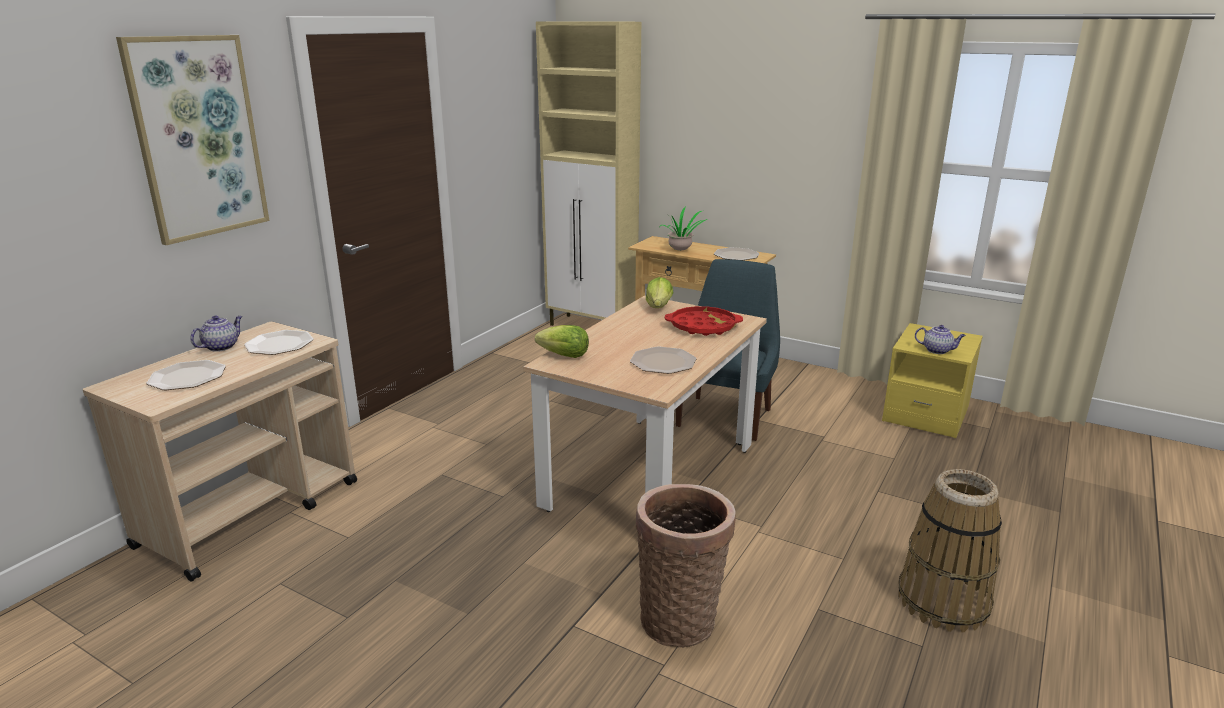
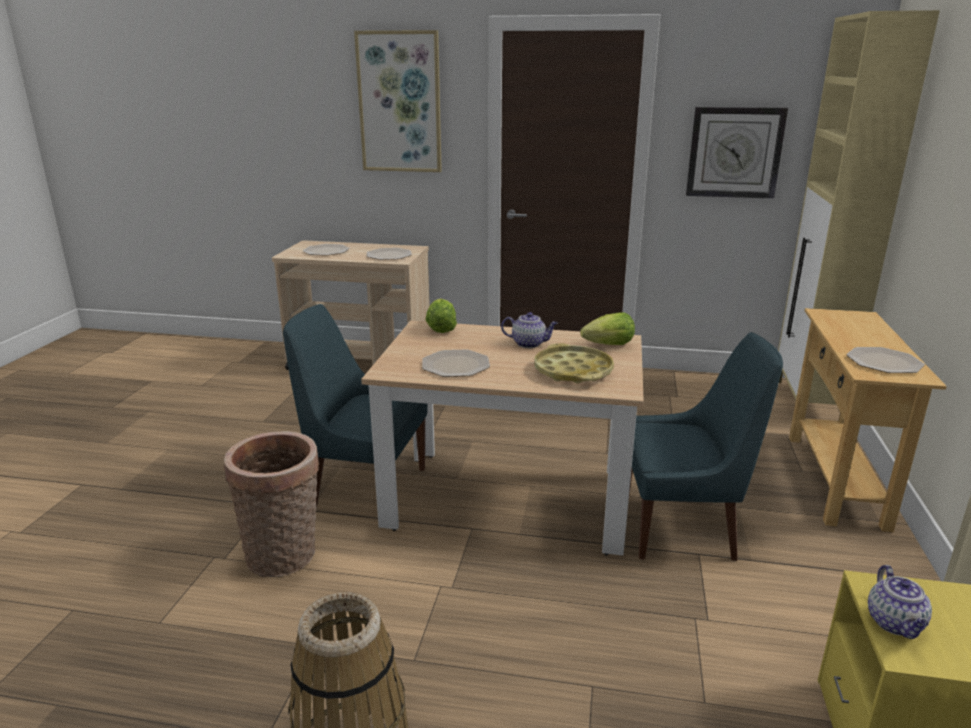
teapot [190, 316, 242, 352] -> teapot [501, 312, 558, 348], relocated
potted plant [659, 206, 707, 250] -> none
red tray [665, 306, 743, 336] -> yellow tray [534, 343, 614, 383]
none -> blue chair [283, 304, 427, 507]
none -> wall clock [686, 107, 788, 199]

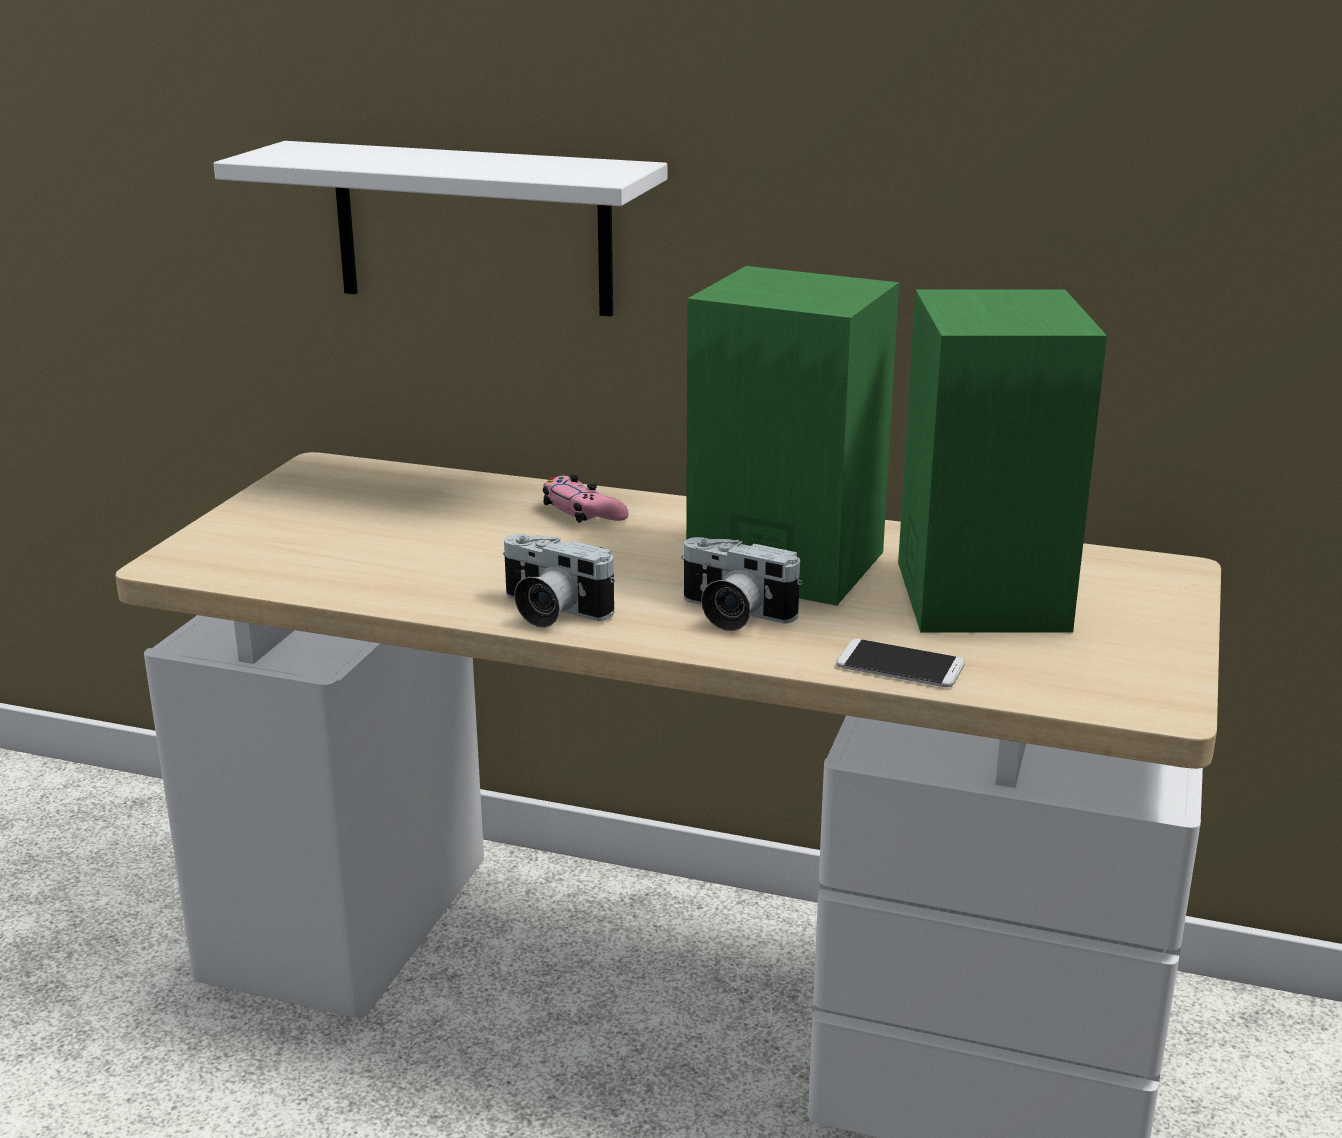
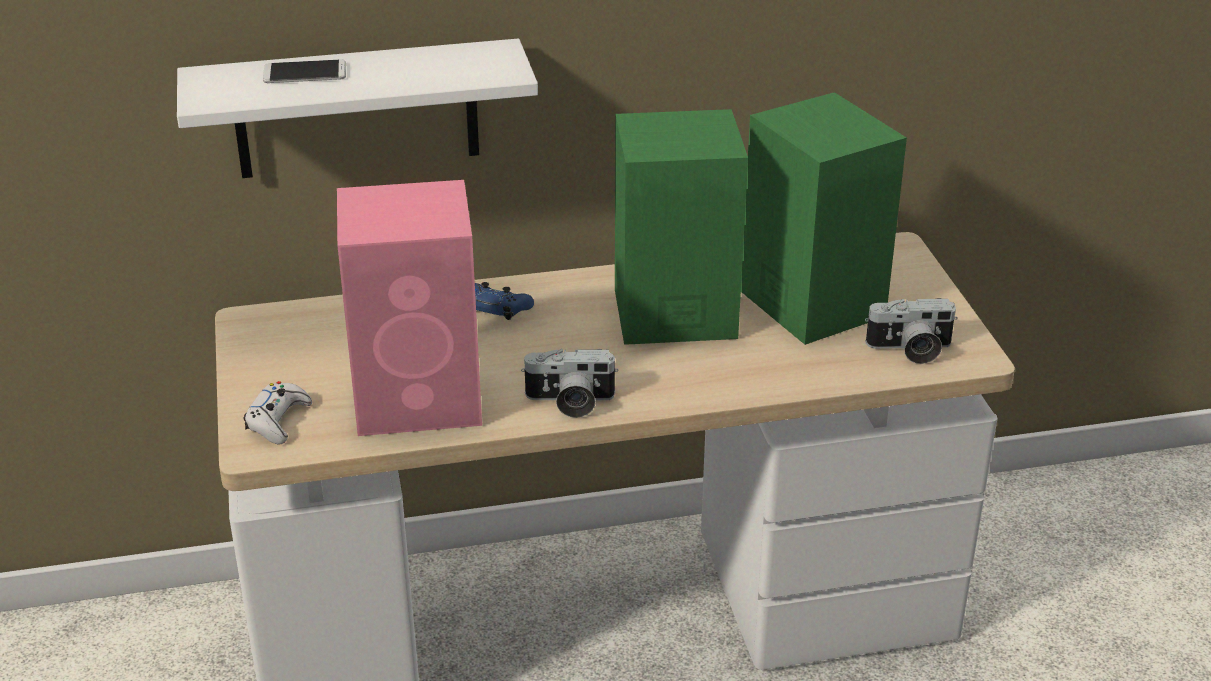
pink game controller [543, 475, 629, 523] -> blue game controller [475, 282, 534, 320]
photo camera [681, 537, 803, 631] -> photo camera [865, 298, 957, 364], relocated
phone [836, 639, 965, 687] -> phone [263, 59, 346, 83], relocated
none -> white game controller [244, 381, 312, 444]
none -> pink speaker [337, 180, 482, 436]

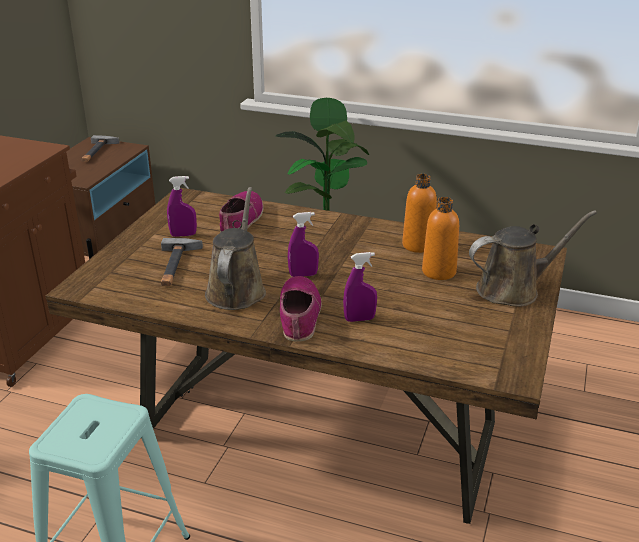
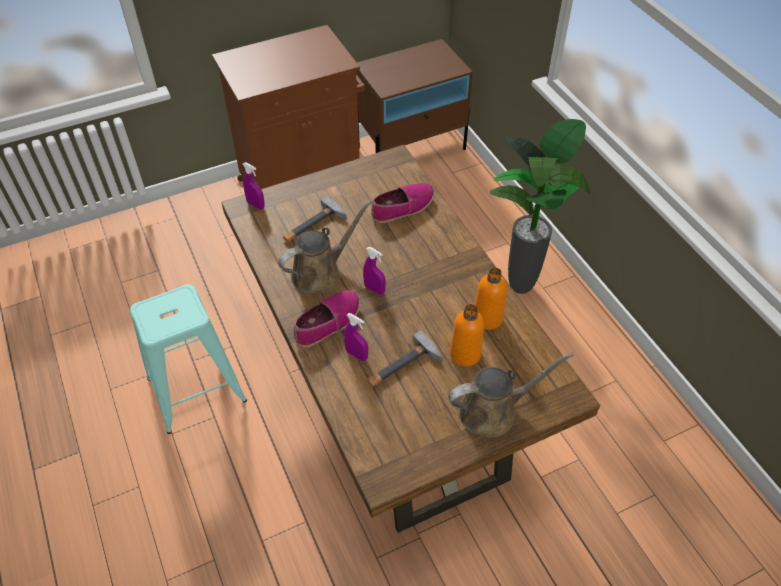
hammer [81, 135, 120, 162] -> hammer [367, 330, 442, 387], relocated
purple spray bottle [167, 176, 197, 237] -> purple spray bottle [243, 162, 265, 210], relocated
brown watering can [469, 210, 597, 307] -> brown watering can [448, 352, 574, 437], 45 degrees counterclockwise

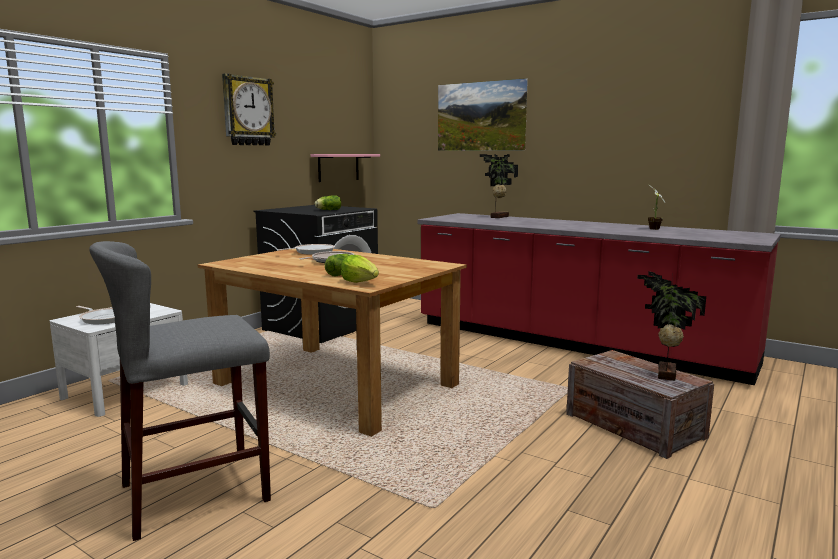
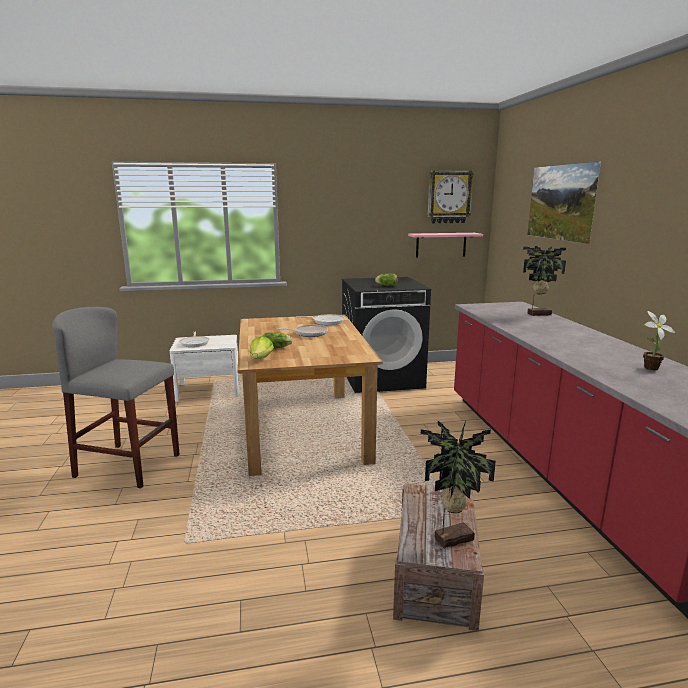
wall clock [222, 73, 276, 146] -> wall clock [428, 170, 474, 223], relocated

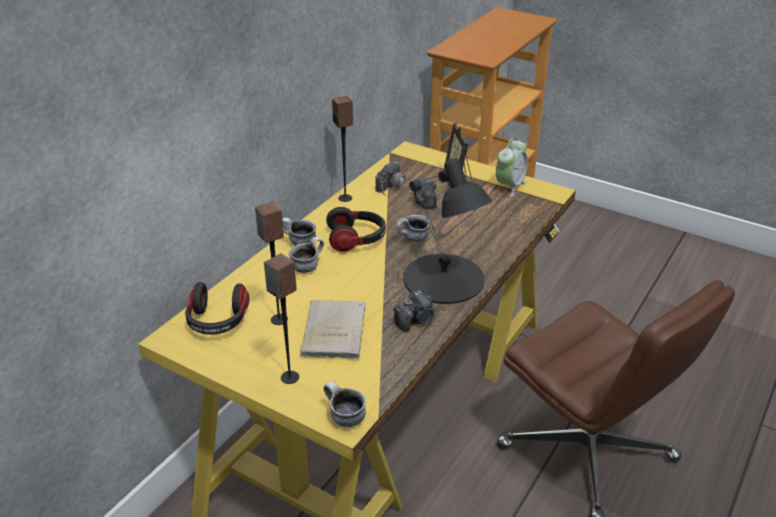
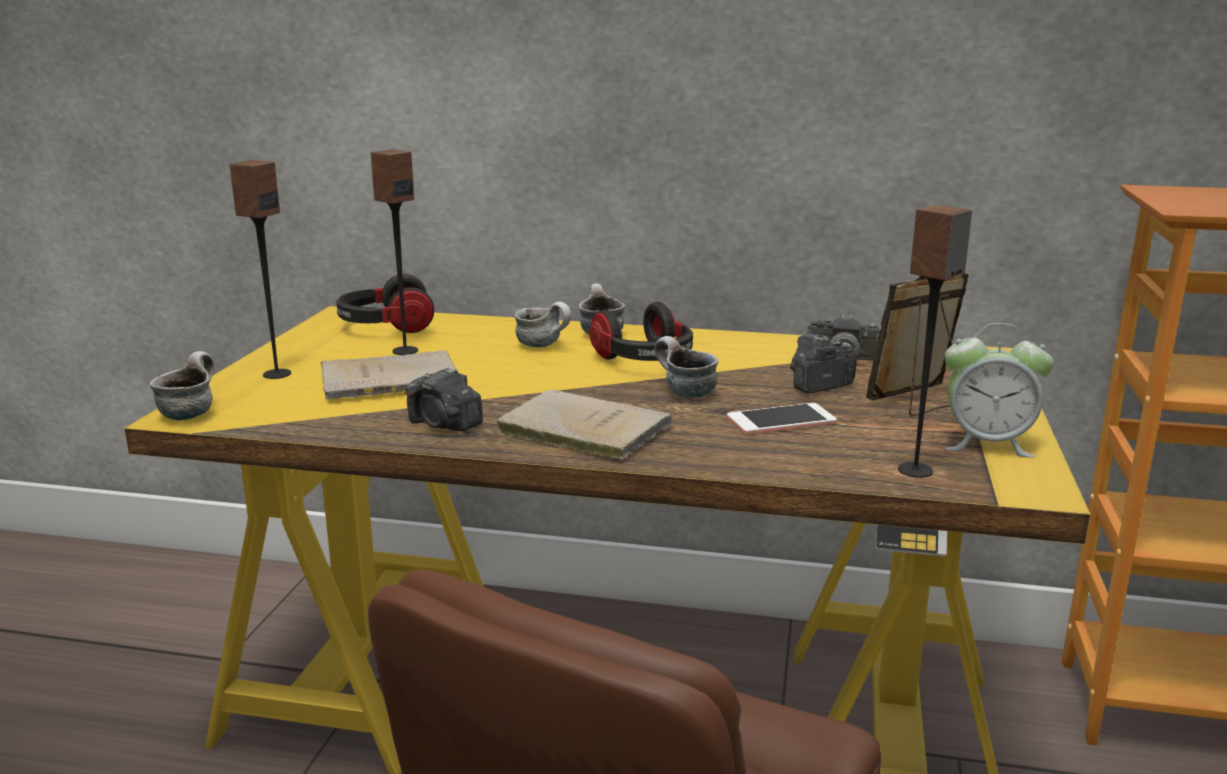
speaker [332, 96, 353, 202] -> speaker [898, 205, 972, 478], relocated
black table lamp [403, 158, 492, 304] -> beige book [495, 389, 672, 460]
none -> phone [727, 403, 837, 435]

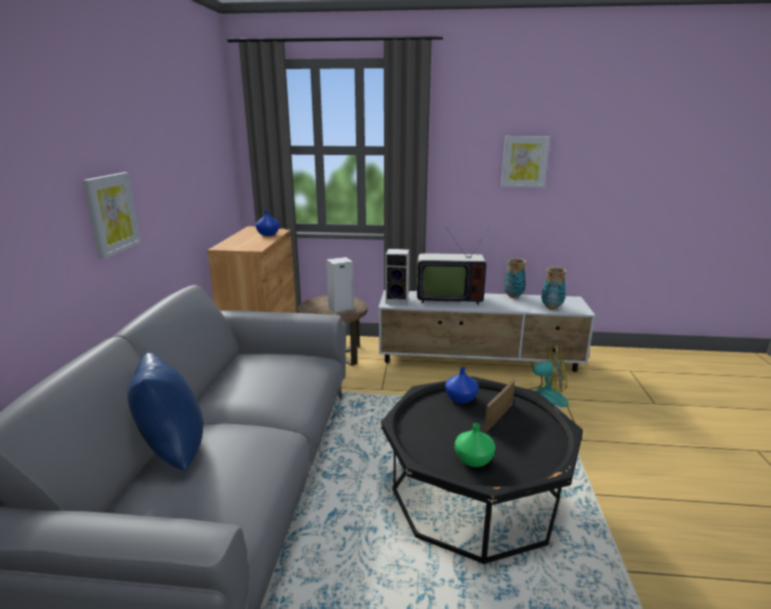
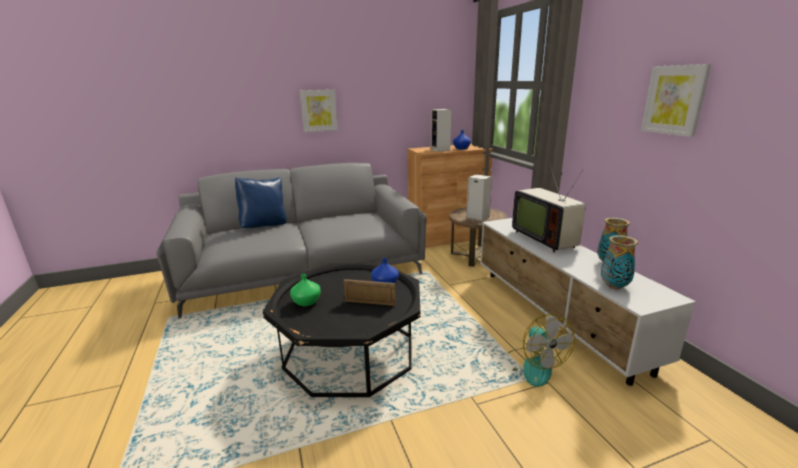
speaker [386, 249, 409, 305] -> speaker [431, 109, 451, 152], relocated

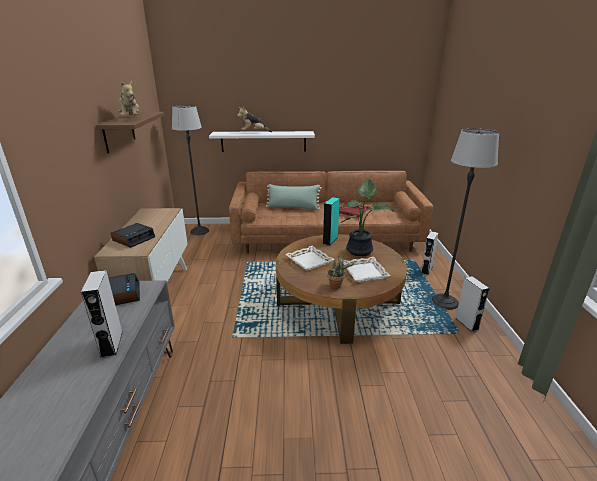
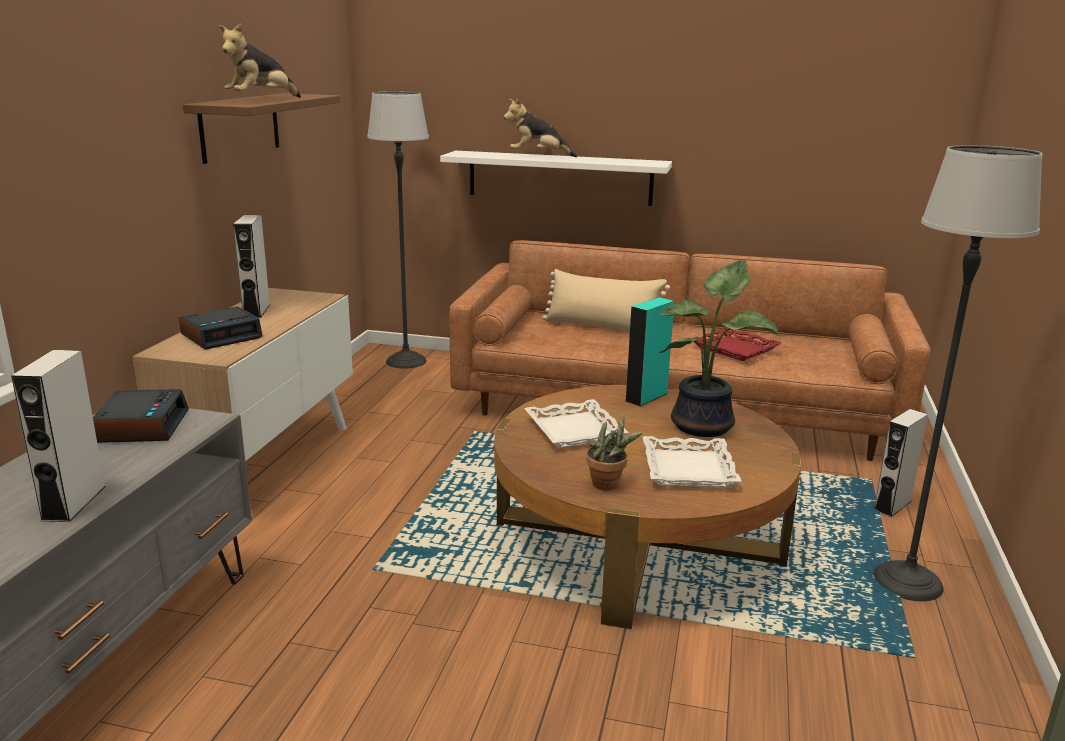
plush toy [118, 81, 139, 115] -> plush toy [218, 23, 301, 98], 45 degrees clockwise
green pillow [266, 184, 322, 210] -> beige pillow [542, 269, 670, 331]
grey speaker [456, 276, 489, 332] -> grey speaker [233, 215, 270, 318], relocated

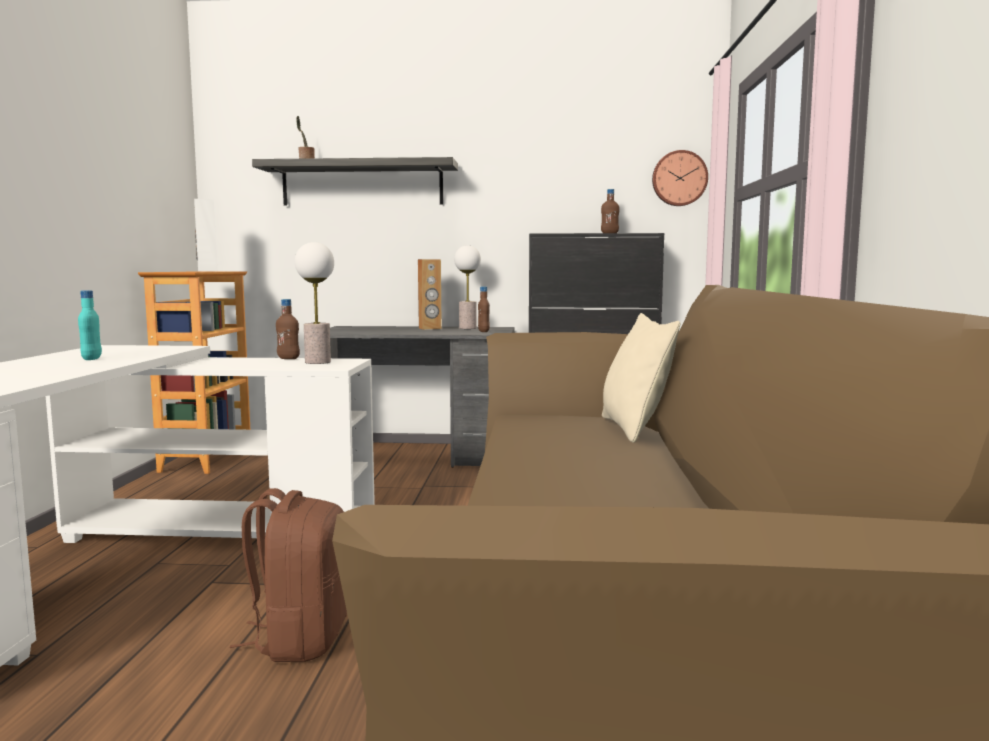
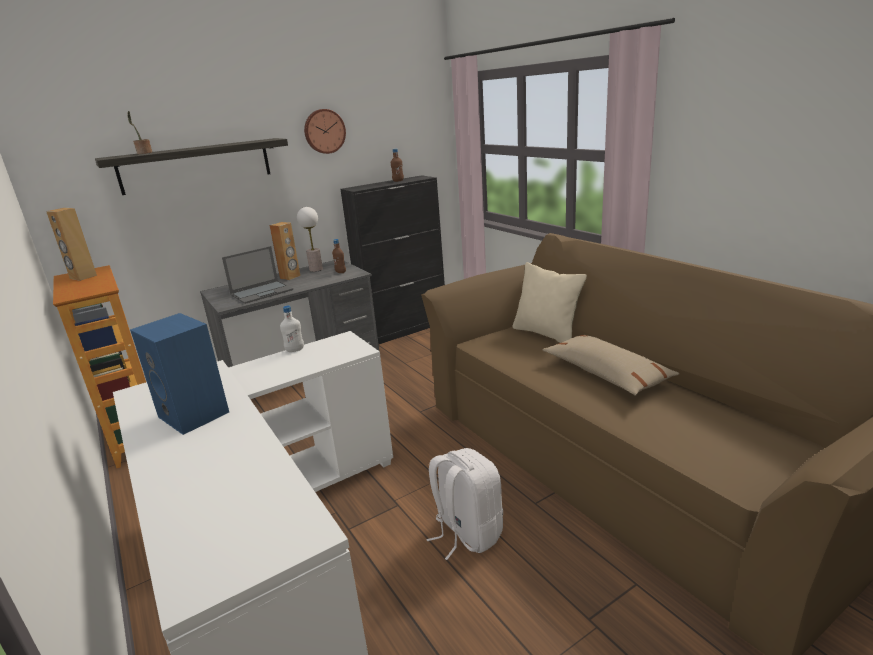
turquoise bottle [78, 290, 102, 360] -> blue speaker [130, 313, 229, 435]
white speaker [194, 199, 217, 272] -> brown speaker [46, 208, 97, 281]
brown backpack [230, 488, 347, 662] -> white backpack [426, 448, 503, 560]
brown bottle [276, 299, 300, 359] -> white bottle [280, 305, 304, 352]
table lamp [295, 242, 334, 364] -> none
wall clock [652, 150, 708, 206] -> wall clock [304, 109, 346, 154], relocated
none -> laptop [222, 246, 293, 304]
none -> beige pillow [542, 335, 679, 395]

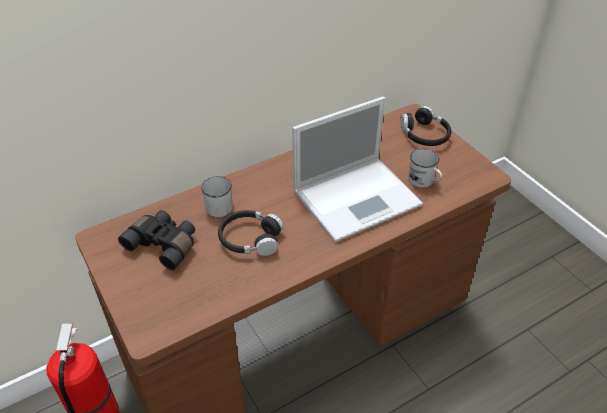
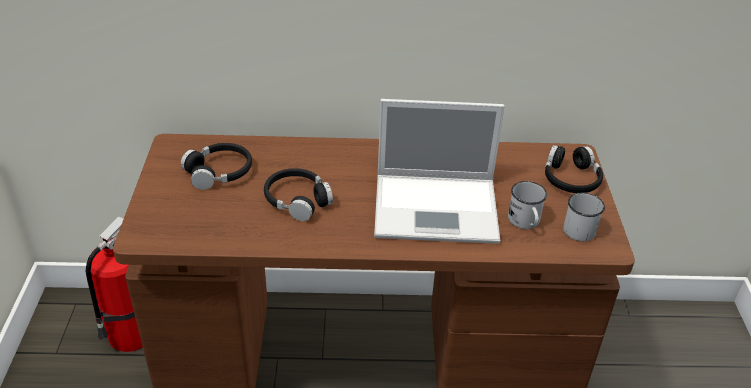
black binoculars [118, 210, 195, 270] -> black headphones [181, 143, 252, 190]
white mug [201, 176, 233, 217] -> white mug [563, 193, 605, 241], relocated

